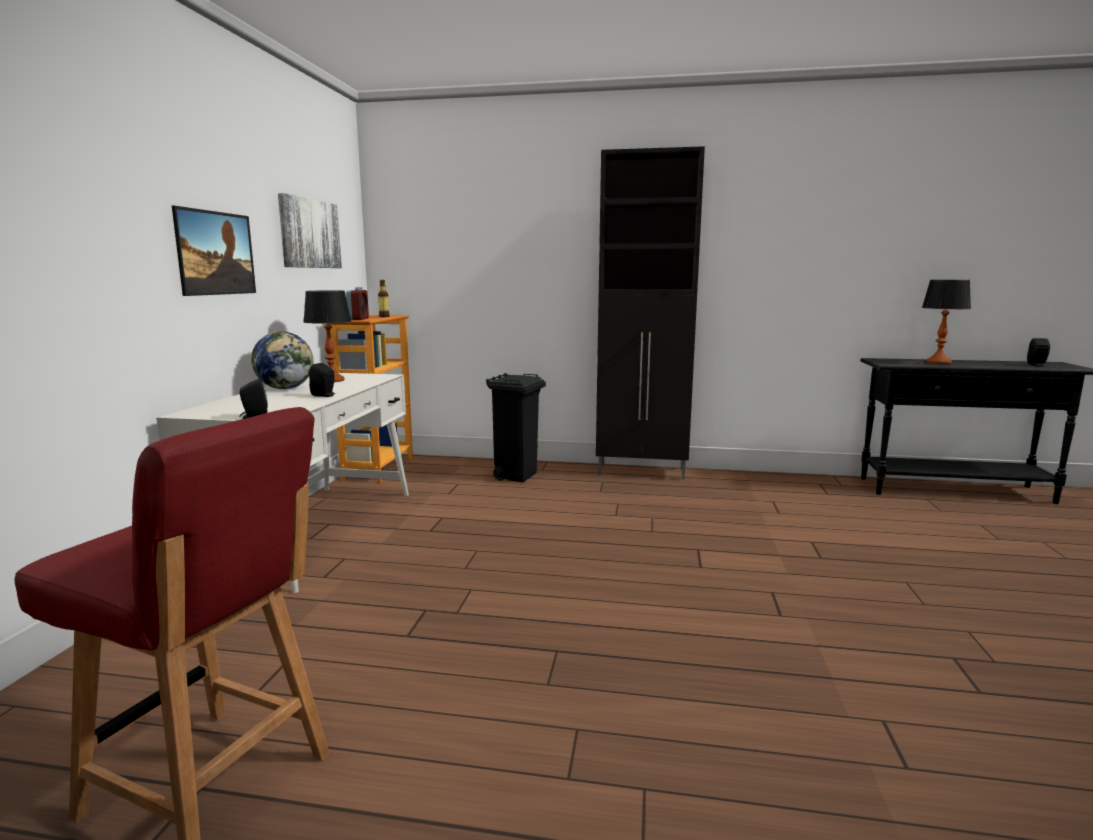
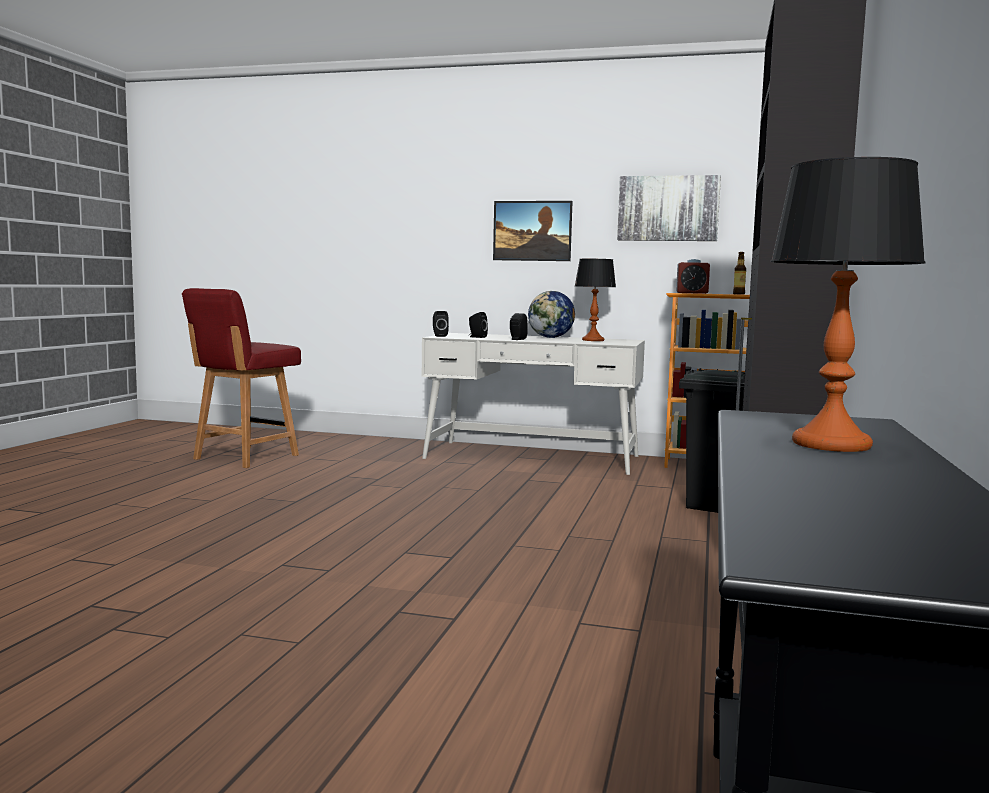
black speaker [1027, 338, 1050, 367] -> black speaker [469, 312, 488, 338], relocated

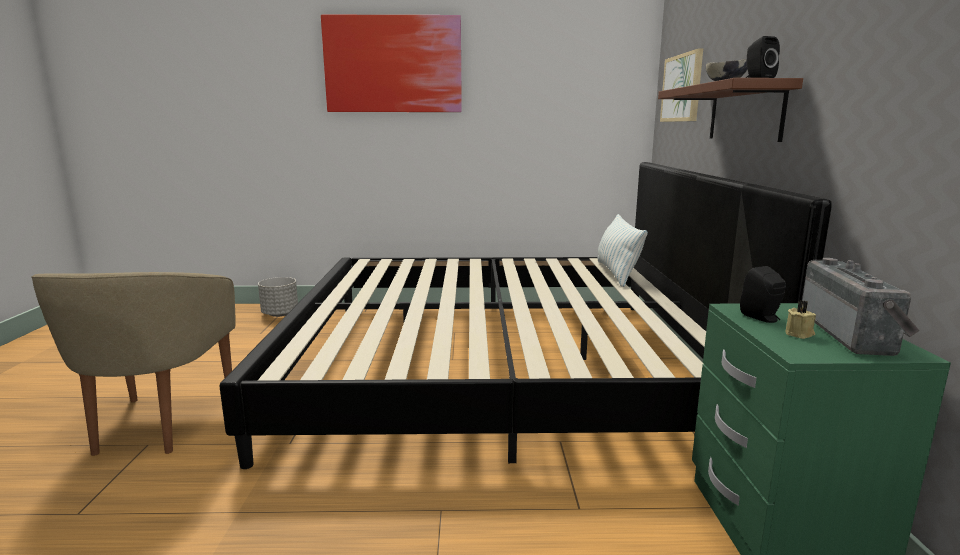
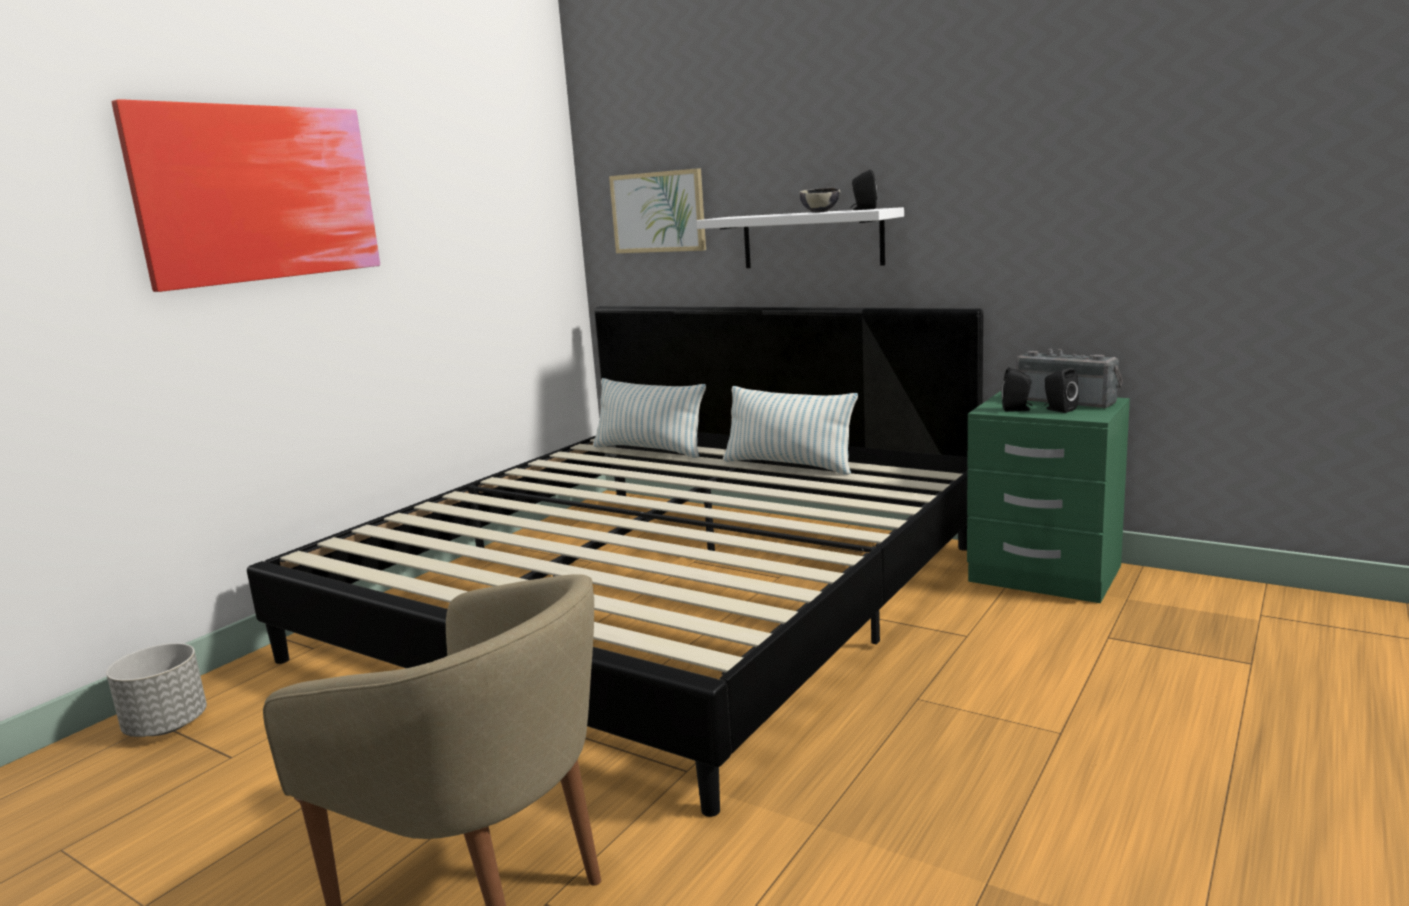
brown shelf [658, 78, 803, 142] -> white shelf [697, 207, 904, 268]
beige candle [785, 300, 816, 339] -> black speaker [1044, 368, 1079, 413]
none -> pillow [723, 386, 858, 475]

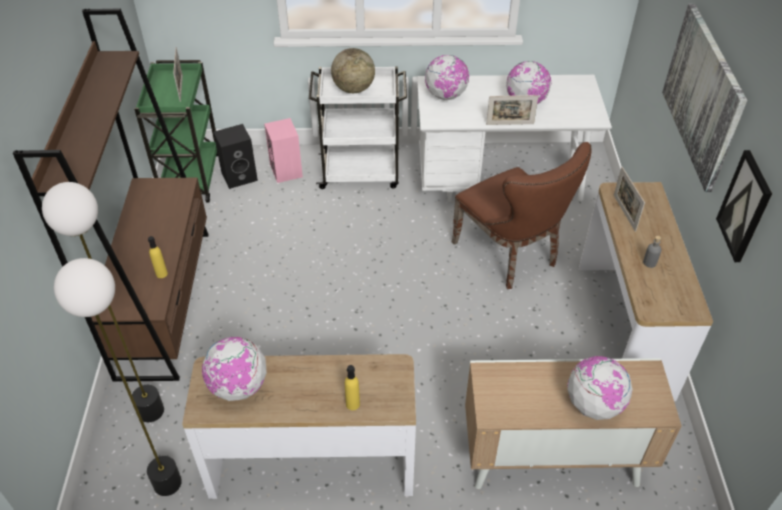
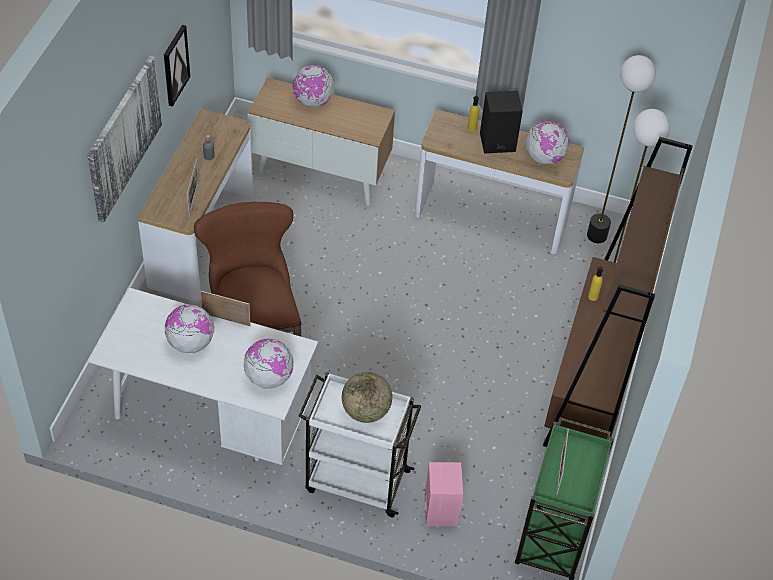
black speaker [213, 124, 258, 189] -> black speaker [480, 91, 523, 153], relocated

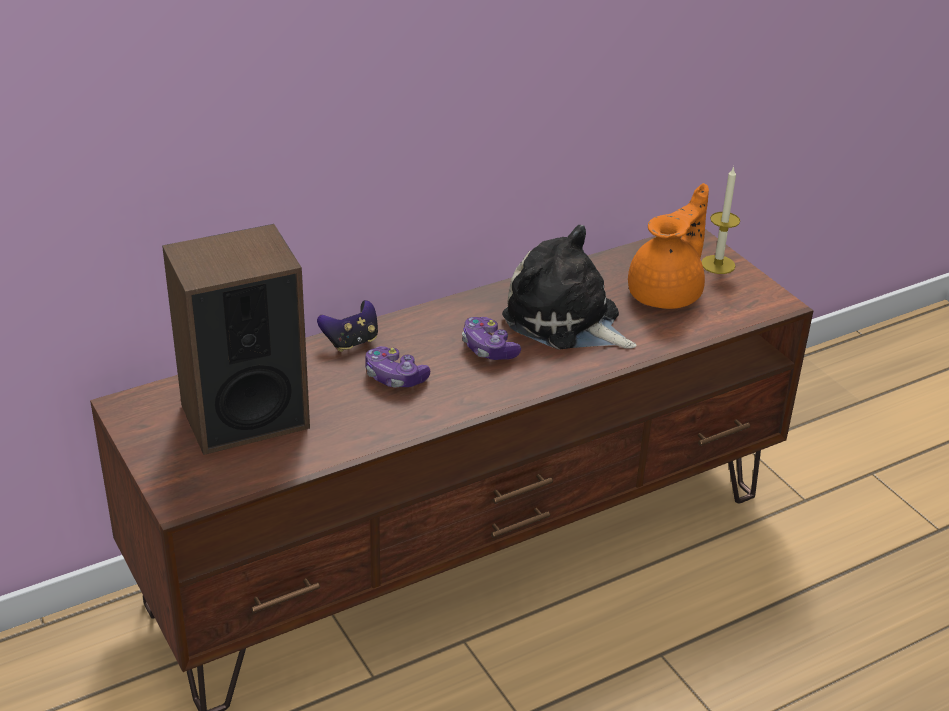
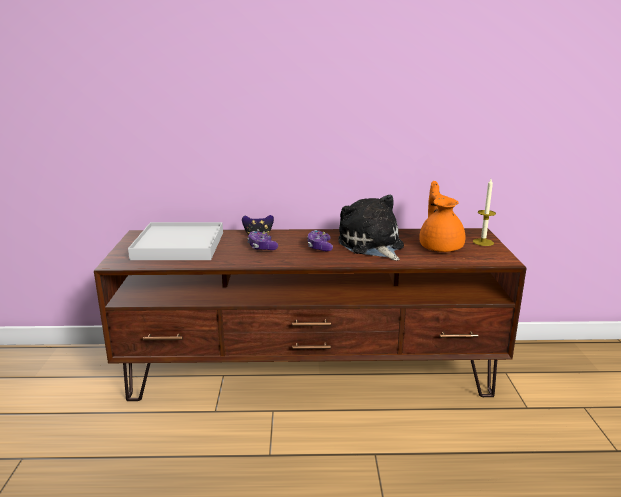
speaker [162, 224, 310, 455] -> white tray [128, 222, 223, 260]
orange teapot [628, 183, 709, 309] -> orange teapot [419, 181, 465, 252], 75 degrees counterclockwise

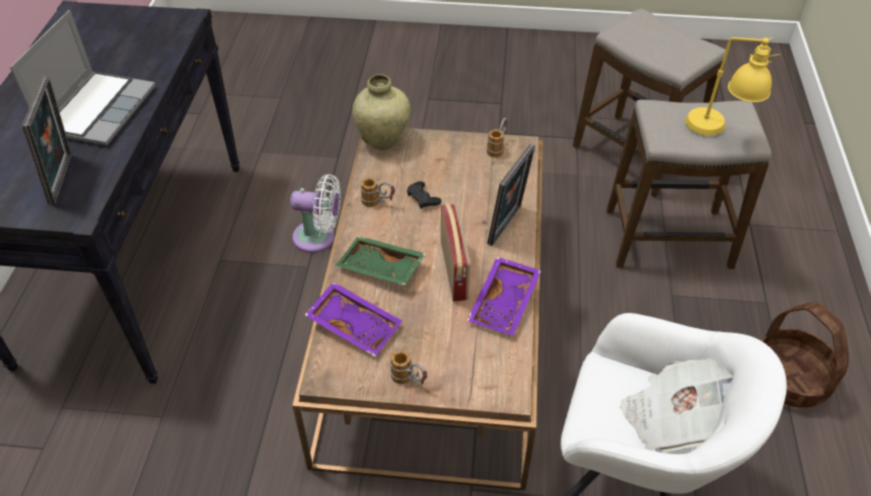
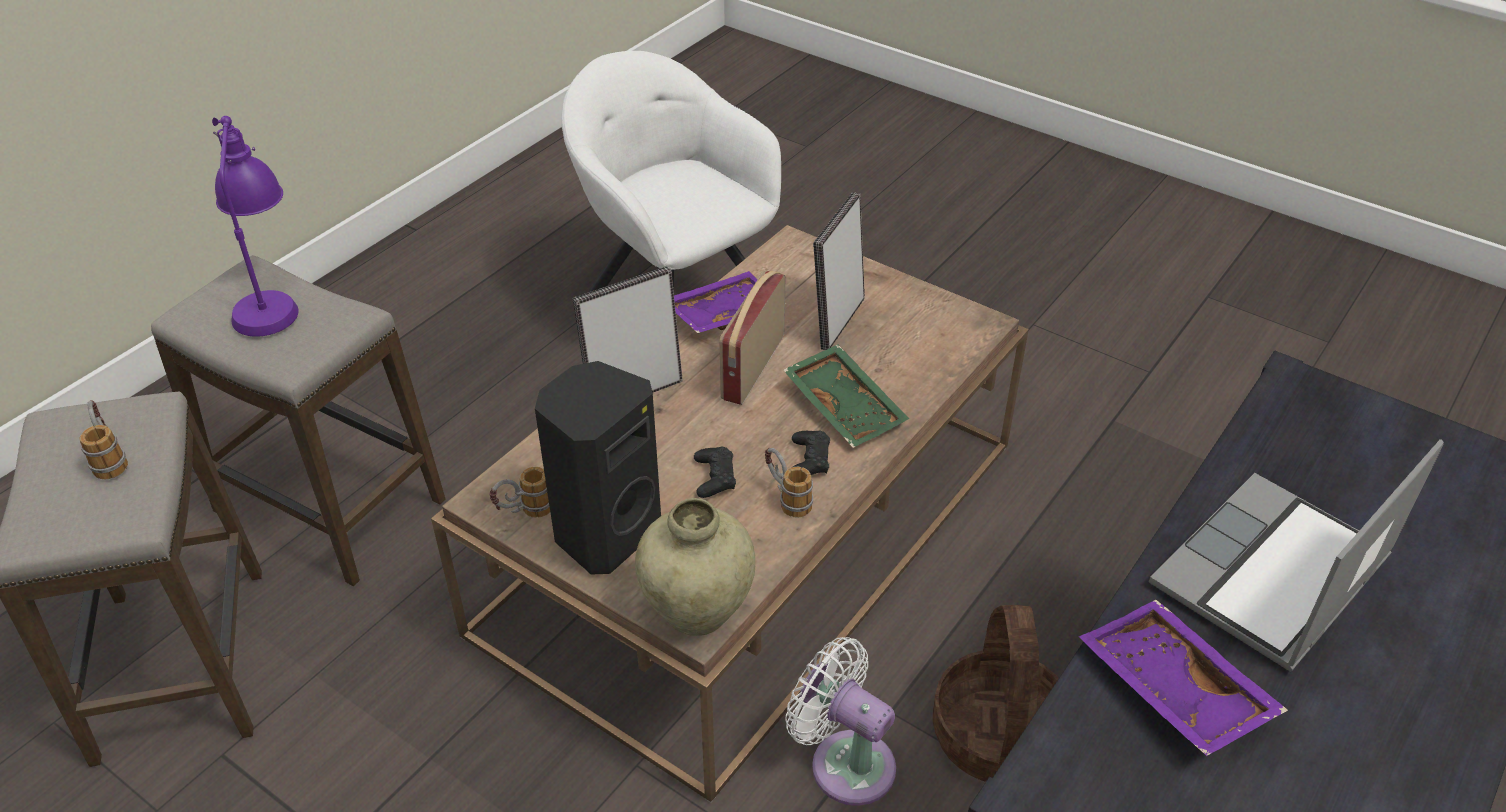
picture frame [22, 77, 72, 205] -> picture frame [813, 192, 865, 350], relocated
purple tray [305, 282, 402, 356] -> purple tray [1079, 600, 1288, 756], relocated
mug [390, 351, 427, 385] -> mug [79, 400, 128, 479], relocated
newspaper [620, 359, 733, 451] -> none
yellow table lamp [685, 37, 780, 136] -> purple table lamp [212, 116, 299, 337]
basket [761, 302, 849, 408] -> basket [933, 605, 1059, 782], relocated
none -> black speaker [535, 361, 661, 575]
none -> black game controller [792, 430, 830, 475]

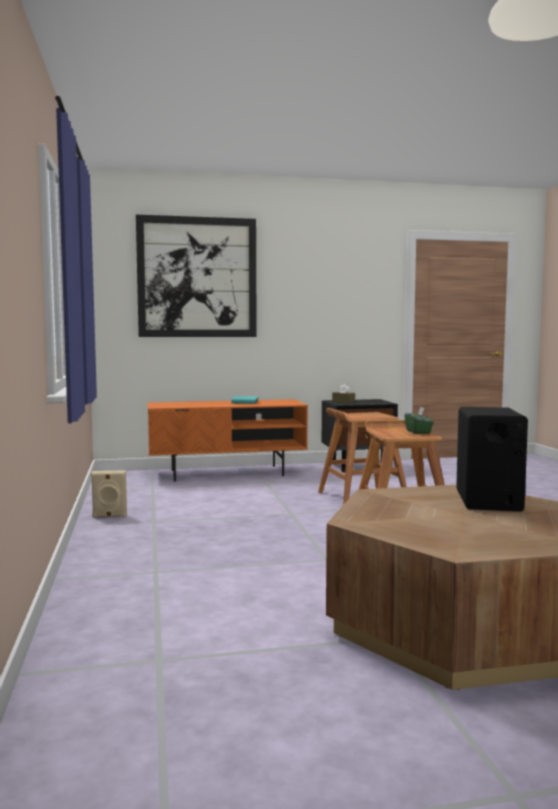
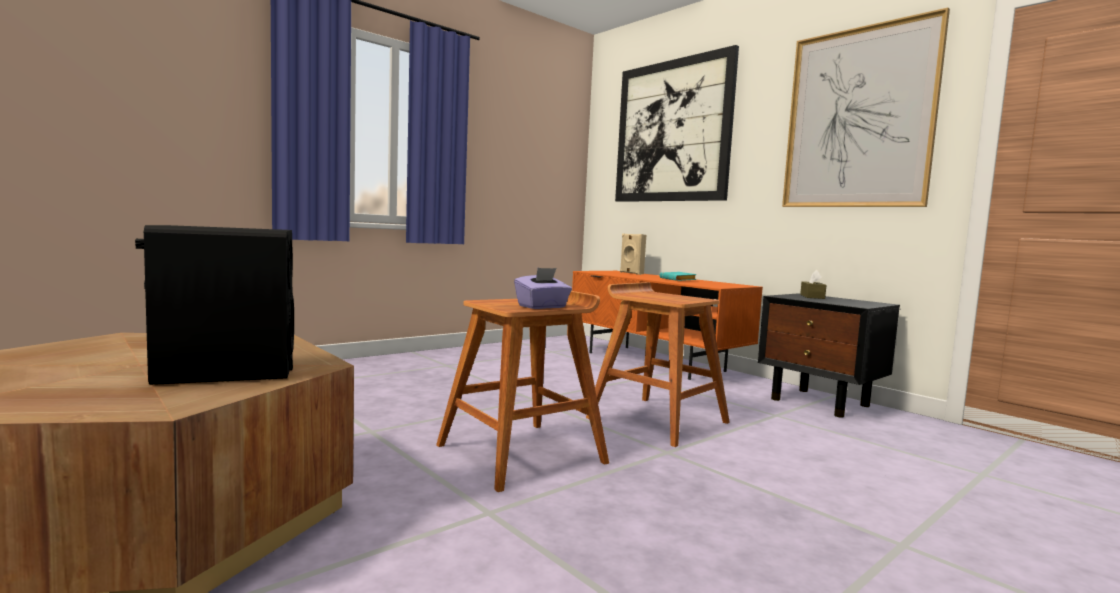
beige speaker [91, 470, 127, 518] -> beige speaker [620, 233, 646, 275], relocated
green tissue box [404, 407, 434, 434] -> purple tissue box [514, 268, 572, 309]
none -> picture [782, 7, 950, 207]

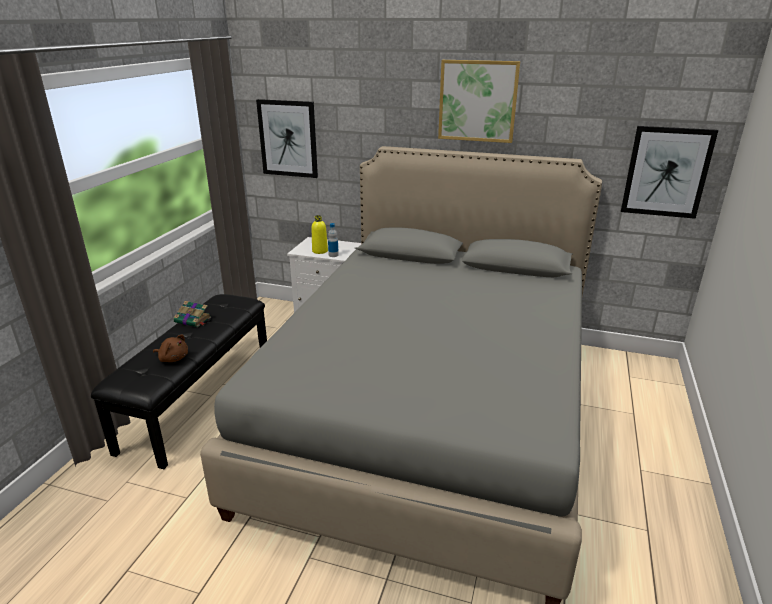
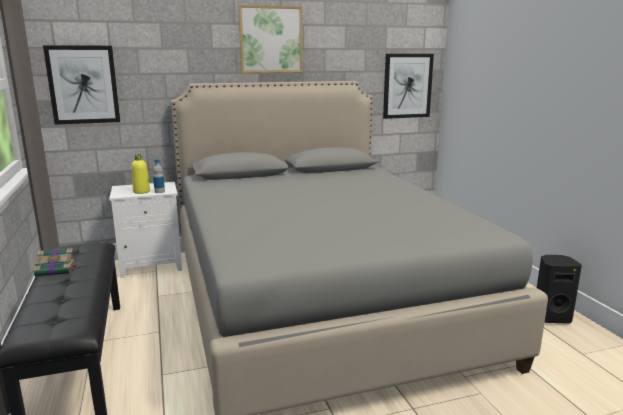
brown plush toy [153, 334, 188, 362] -> none
none -> black speaker [537, 255, 582, 324]

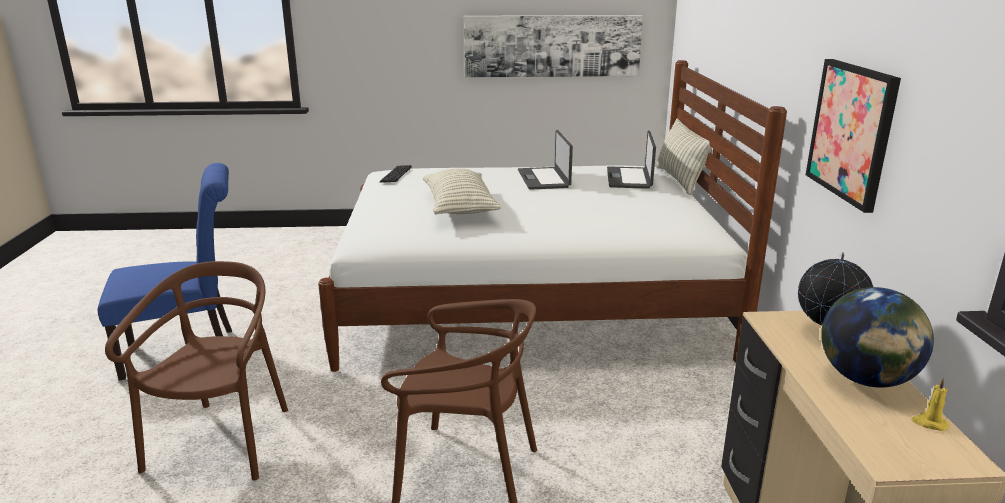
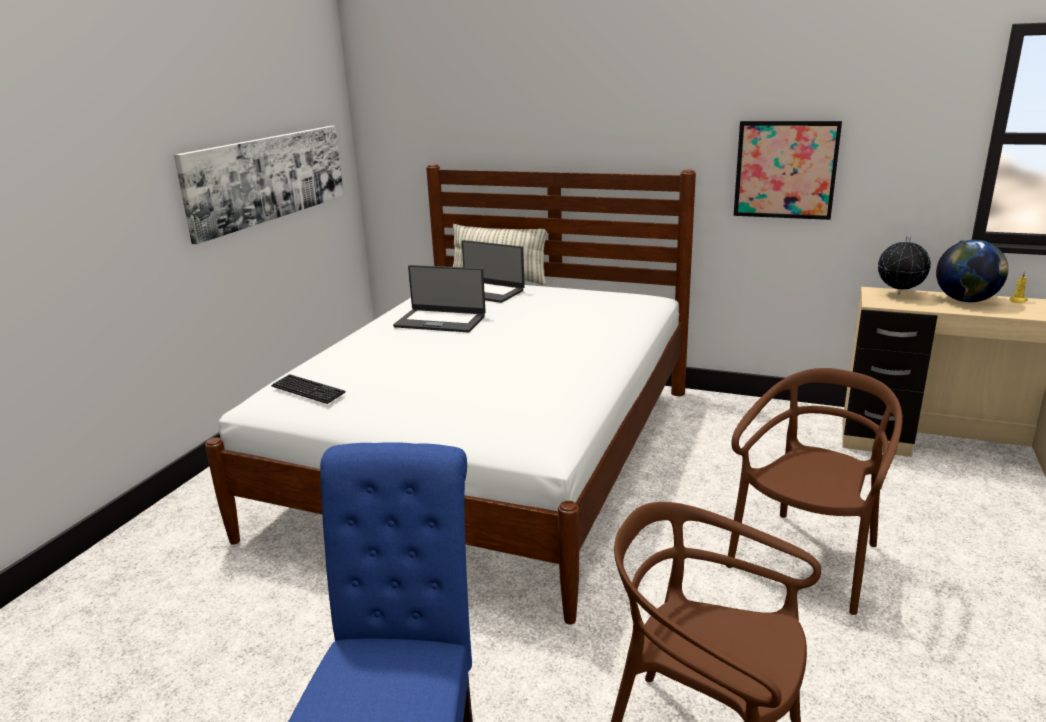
pillow [423, 168, 501, 214] -> none

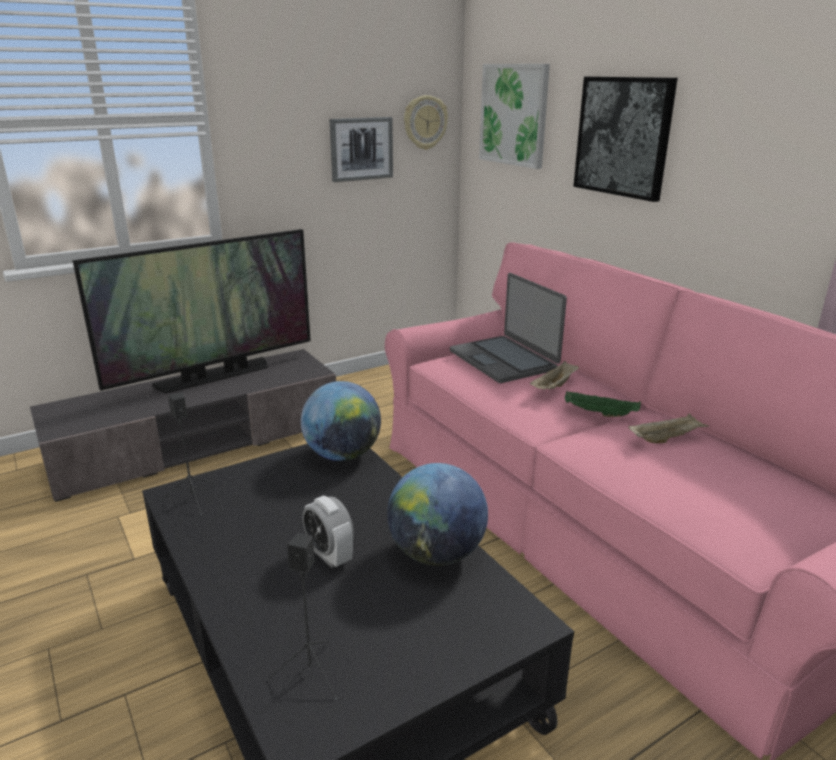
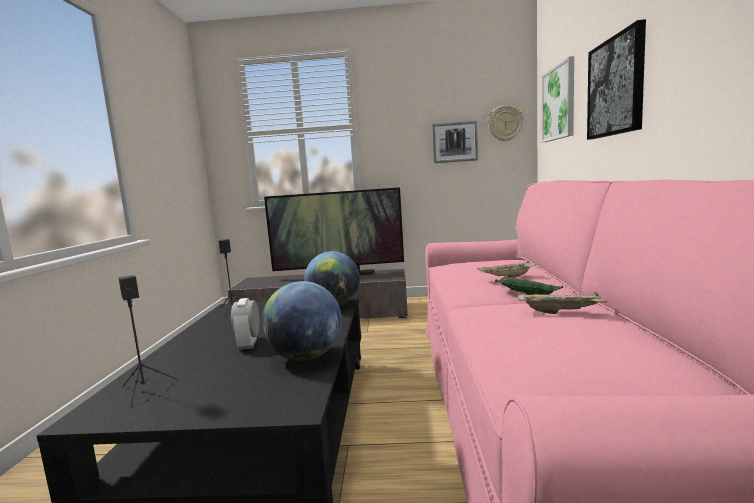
laptop [450, 273, 567, 383] -> none

